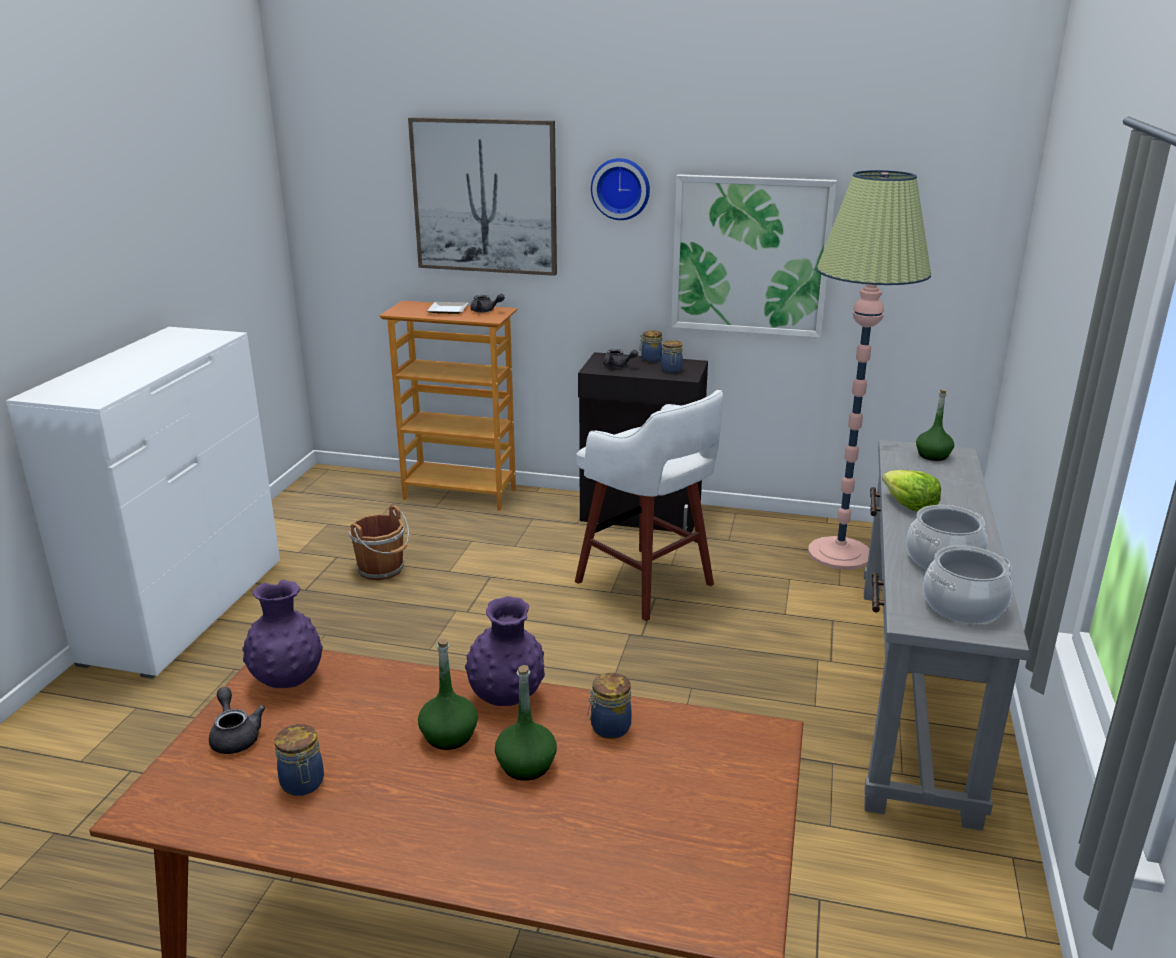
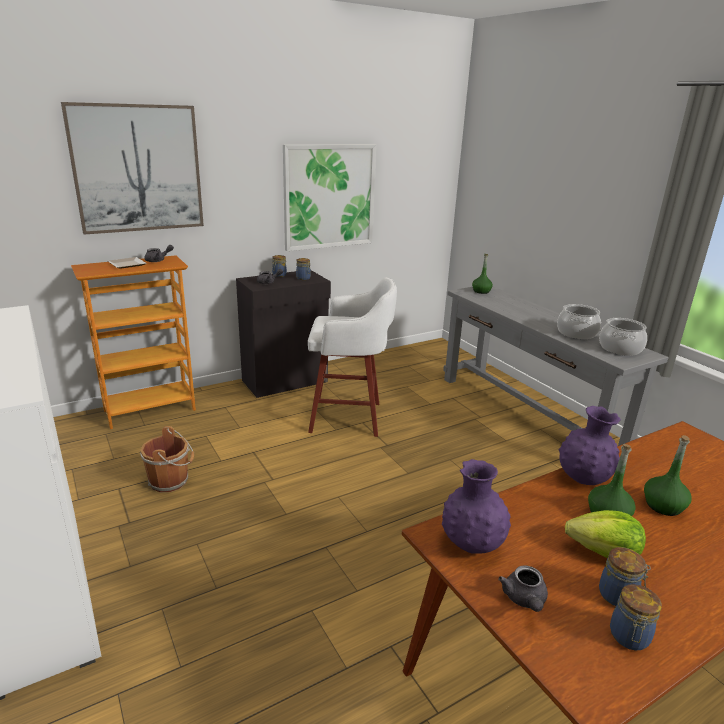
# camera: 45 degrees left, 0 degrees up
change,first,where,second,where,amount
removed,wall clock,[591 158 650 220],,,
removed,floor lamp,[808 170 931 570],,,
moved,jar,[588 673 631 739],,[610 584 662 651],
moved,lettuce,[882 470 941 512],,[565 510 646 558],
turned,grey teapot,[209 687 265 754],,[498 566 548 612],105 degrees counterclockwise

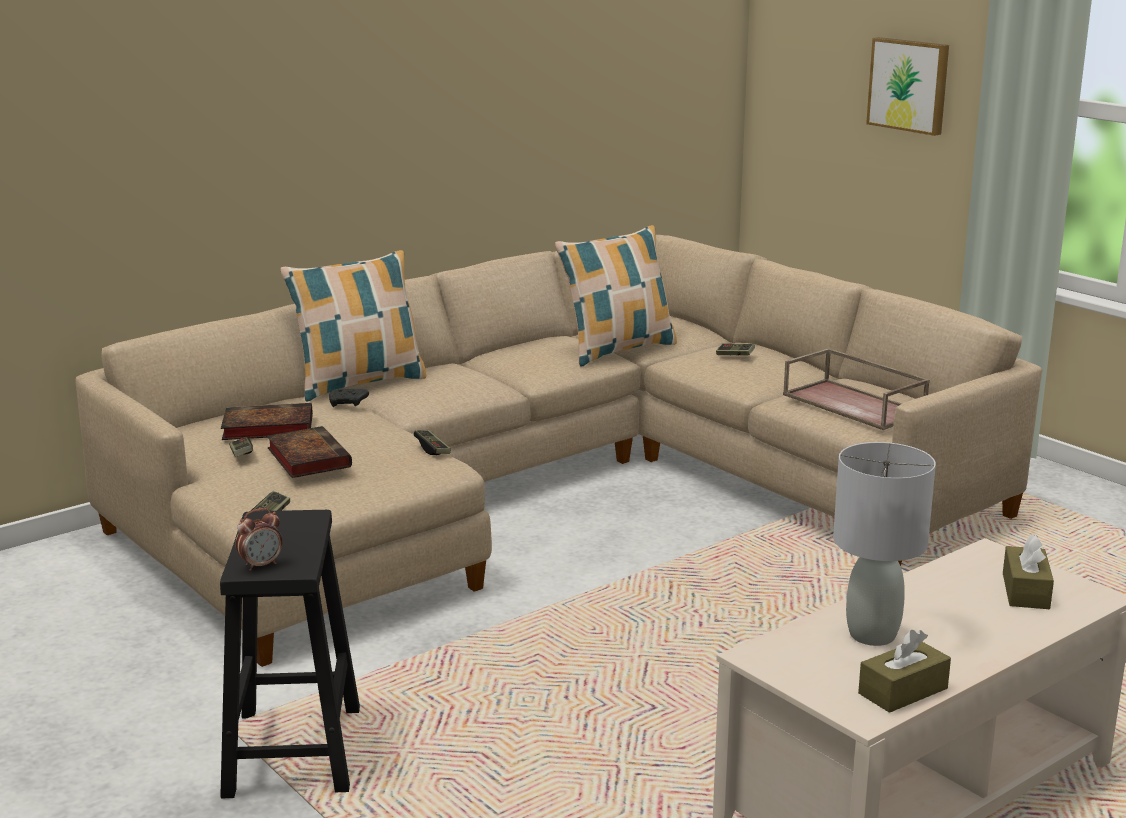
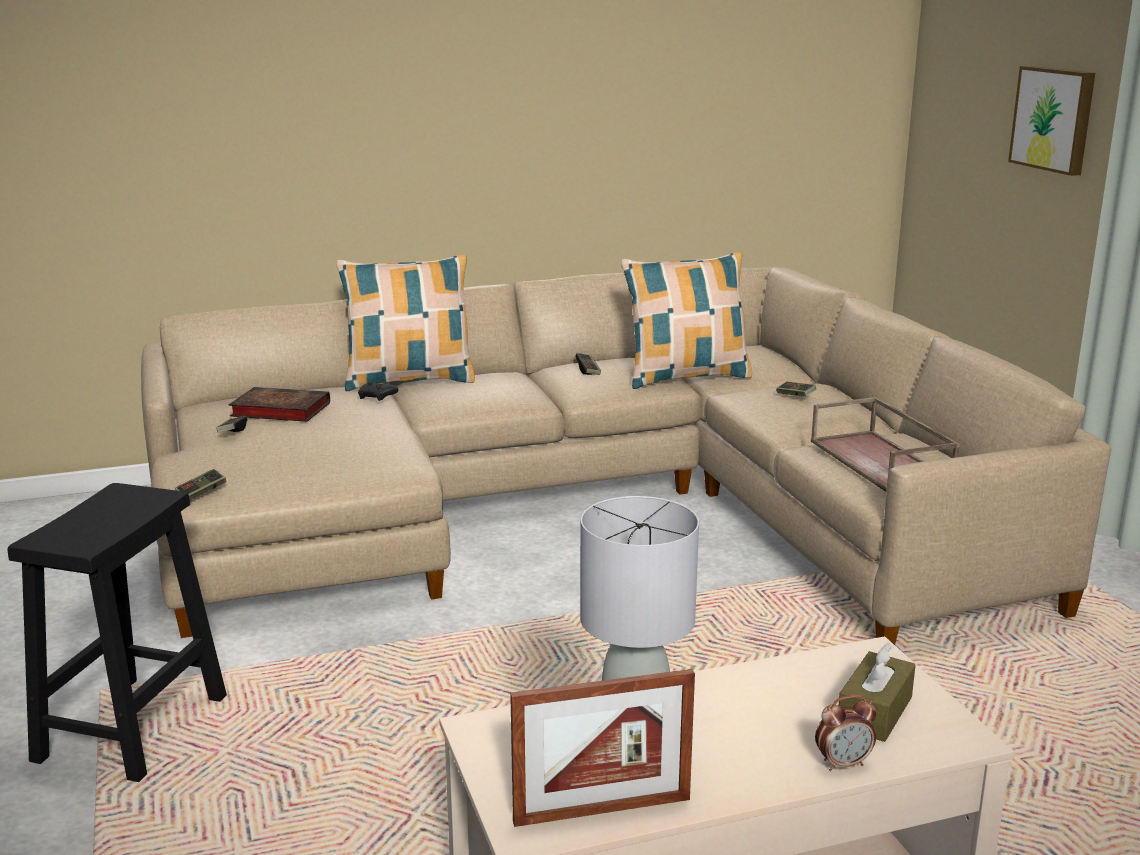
# camera: 20 degrees right, 0 degrees up
change,first,where,second,where,amount
removed,book,[267 426 352 478],,,
moved,alarm clock,[235 508 282 571],,[815 695 876 771],
moved,game controller,[414 430 451 455],,[575 353 601 375],
replaced,brown tissue box,[858 630 951 713],picture frame,[510 669 695 827],

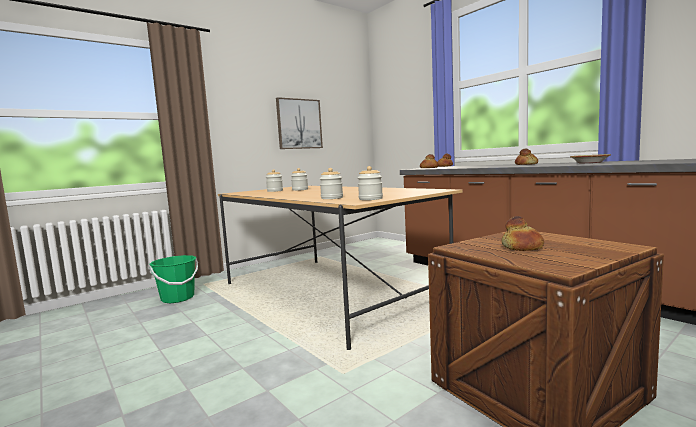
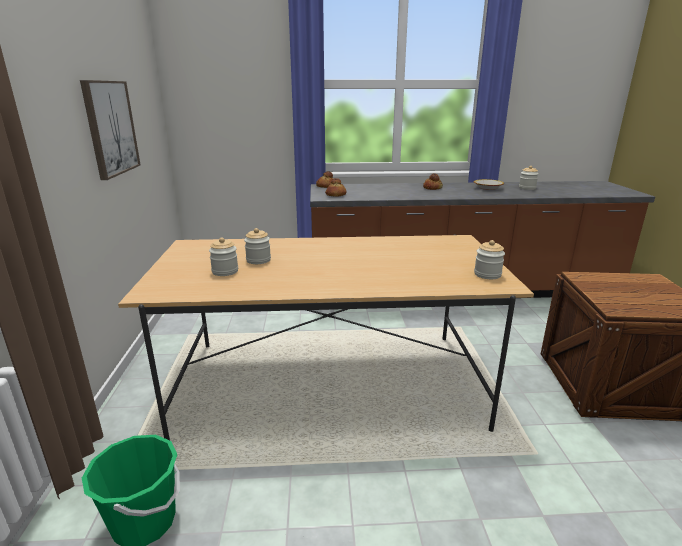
# camera: 55 degrees left, 15 degrees up
change,first,where,second,where,amount
removed,bread,[501 216 544 251],,,
moved,jar,[320 168 343 199],,[519 166 538 190],

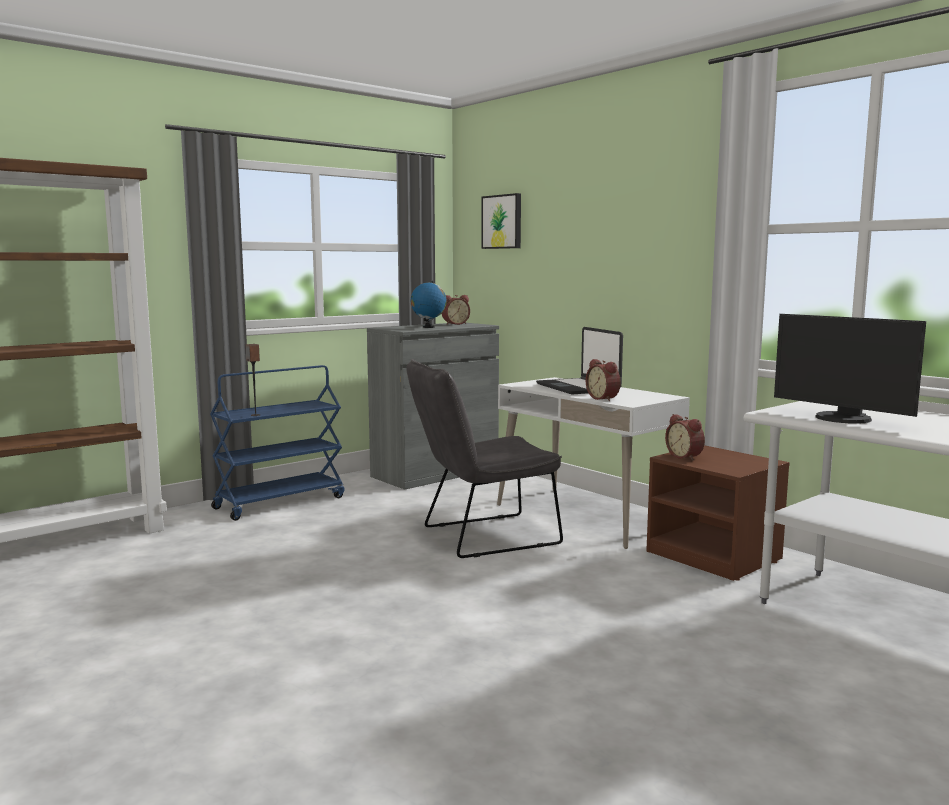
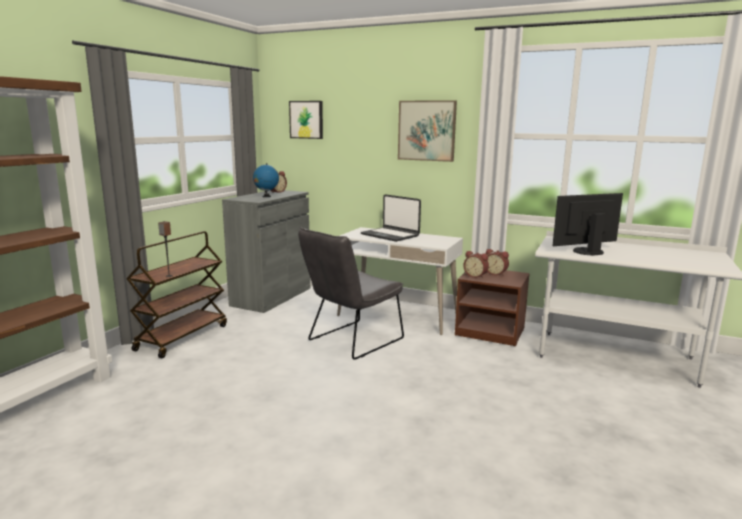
# camera: 25 degrees left, 5 degrees up
change,first,where,second,where,amount
added,,,picture,[398 100 457 162],
moved,alarm clock,[586 359 621 401],,[486 249 509 276],
recoloured,blue cart,[210 365 344 521],brown cart,[126 231 227 358],
turned,monitor,[774 314 926 424],,[553 193 623 256],135 degrees clockwise

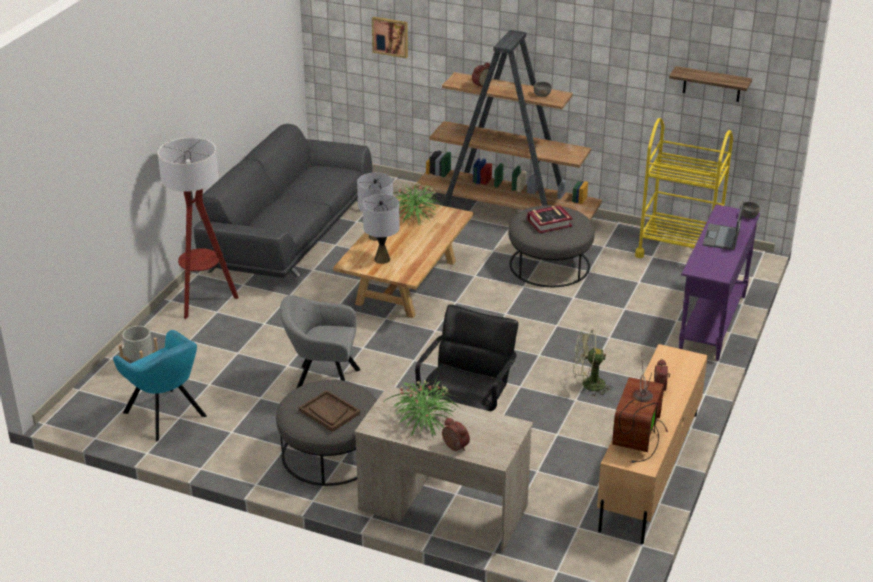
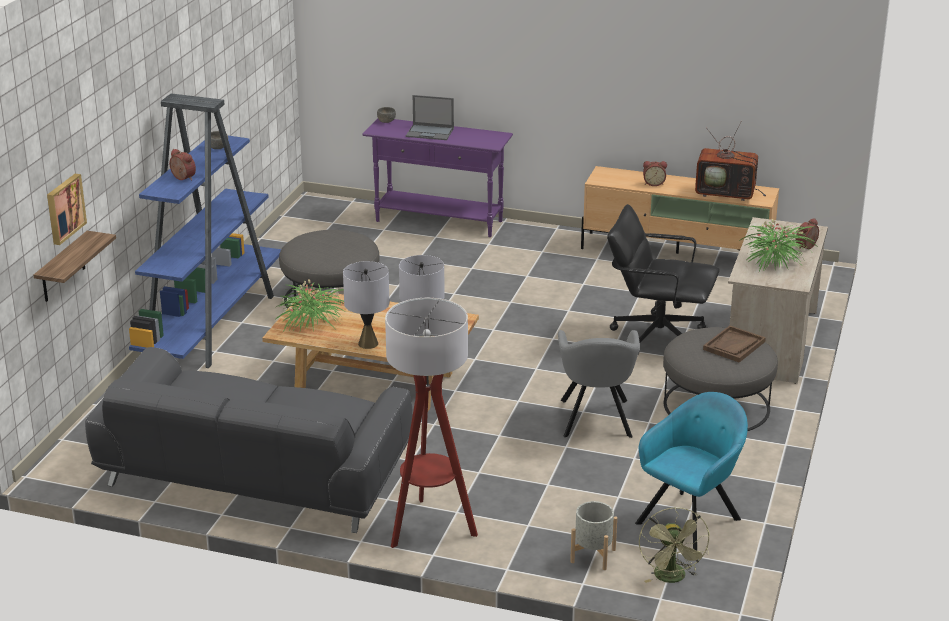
# camera: 95 degrees left, 5 degrees down
change,first,where,second,where,amount
removed,book,[527 205 573 233],,,
removed,yellow cart,[635 118 733 258],,,
moved,green fan,[573 329 613 396],,[639 507 710 583],
moved,shelf,[669 66 752 102],,[34 231 116 302],
recoloured,brown bookcase,[414 30 602 220],blue bookcase,[129 93 281 368],

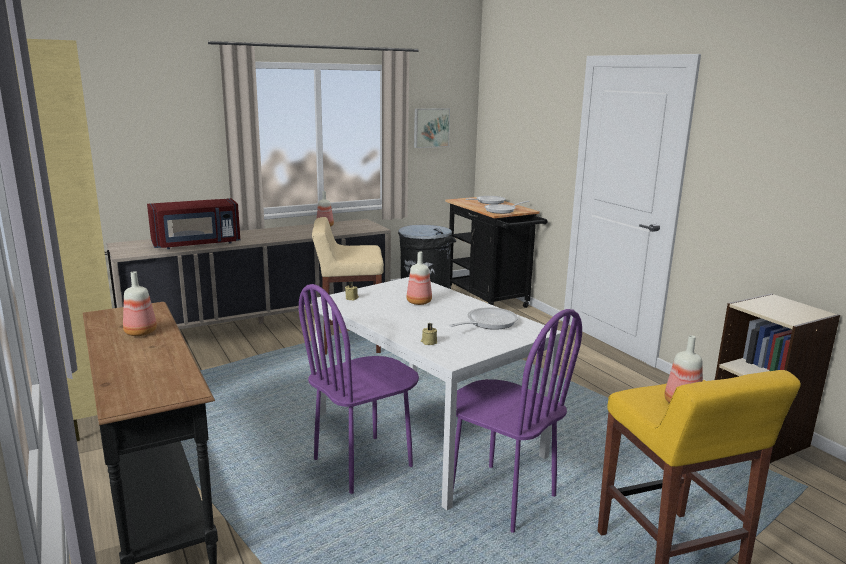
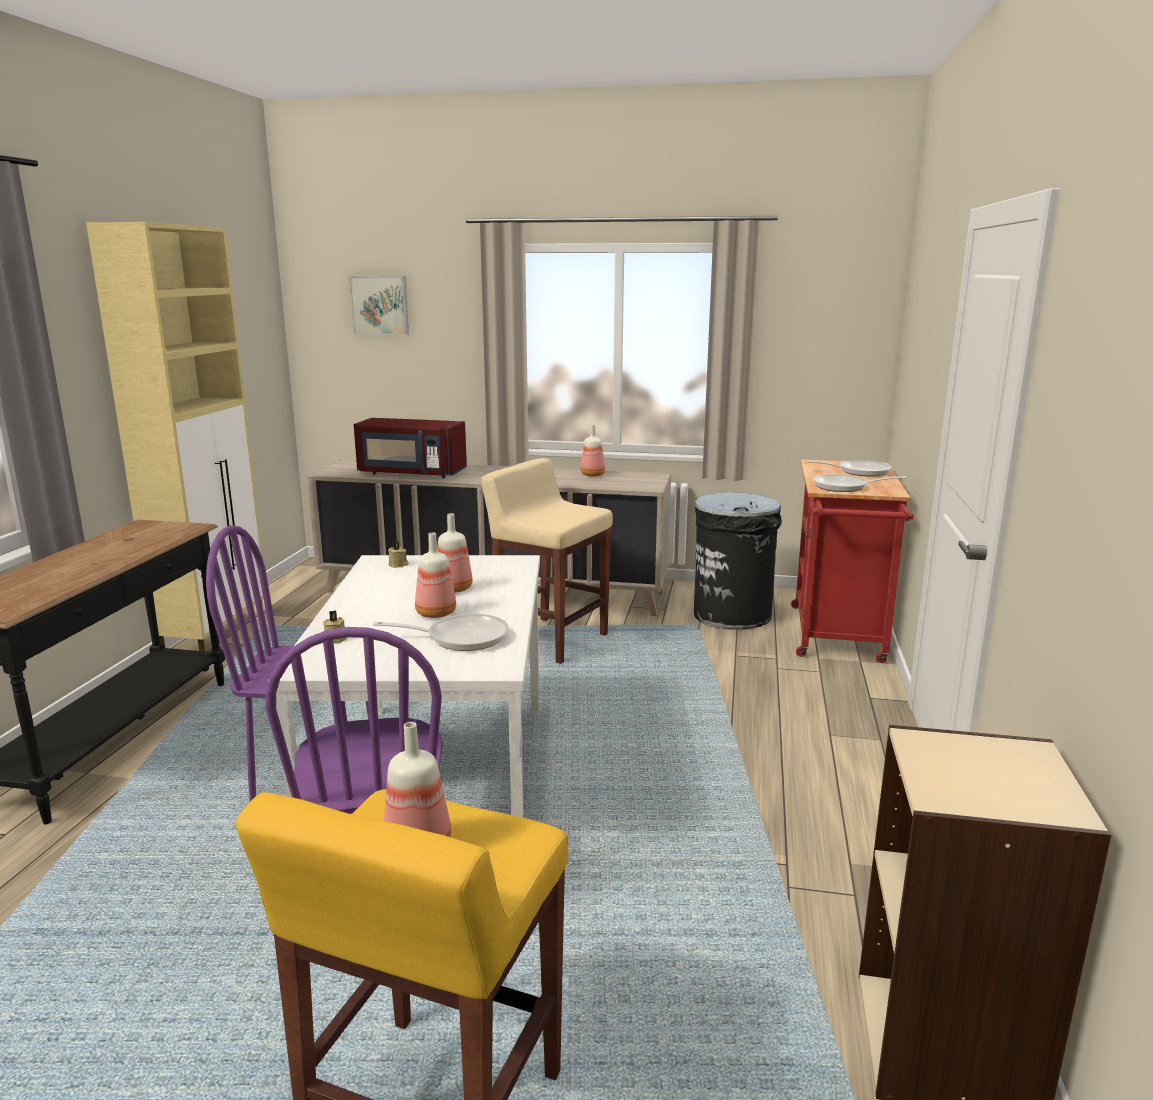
# camera: 40 degrees right, 0 degrees up
change,first,where,second,where,amount
moved,bottle,[123 271 157 336],,[415 532 456 618],
moved,picture,[414 108 450 148],,[349 276 409 335],
recoloured,black cart,[445 197 548 308],red cart,[791 459 913 663],

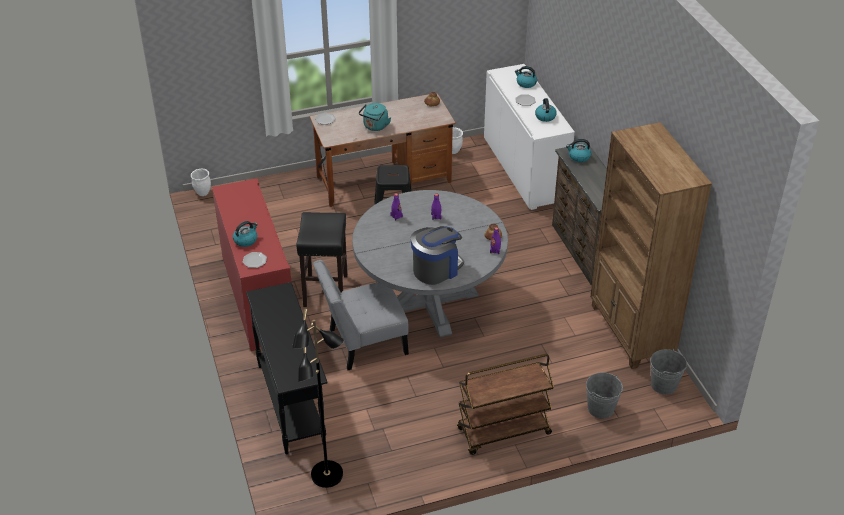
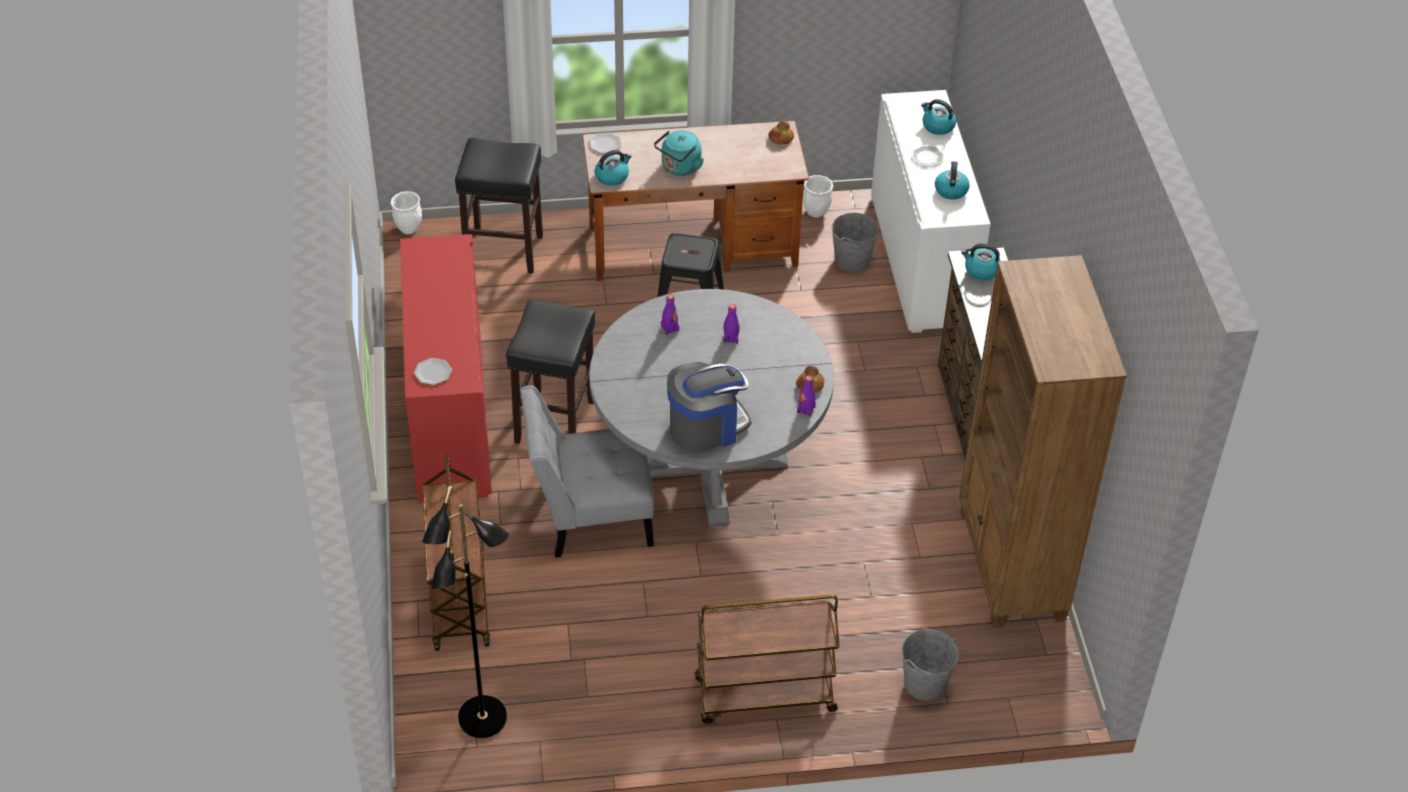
# camera: 10 degrees right, 5 degrees up
change,first,where,second,where,amount
added,,,black stool,[455 138 543 273],
moved,kettle,[233 221 258 247],,[595 150 631 186],
moved,grey bucket,[650 349 687 395],,[832 213 879 272],
replaced,black console table,[246 282 328 454],brown cart,[423 454 490 651],

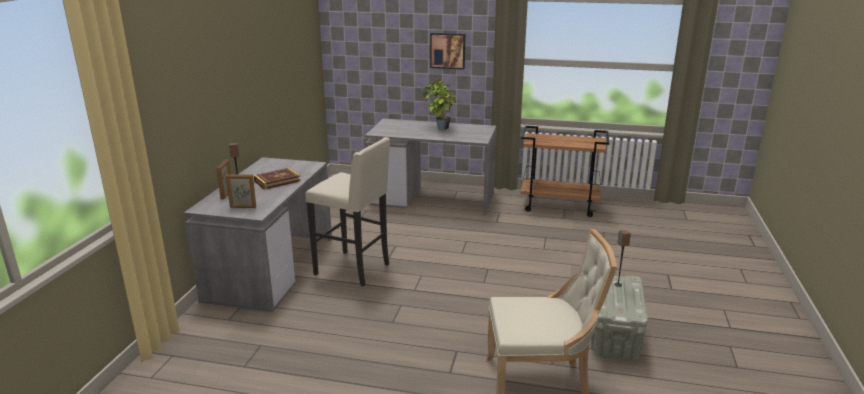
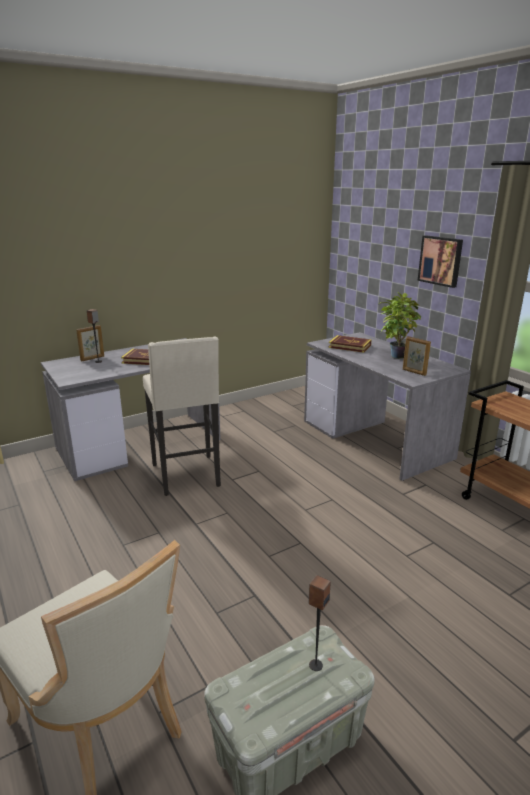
# camera: 45 degrees right, 0 degrees up
change,first,where,second,where,amount
added,,,book,[328 335 371 353],
moved,picture frame,[226 174 256 208],,[403 336 431 376],

